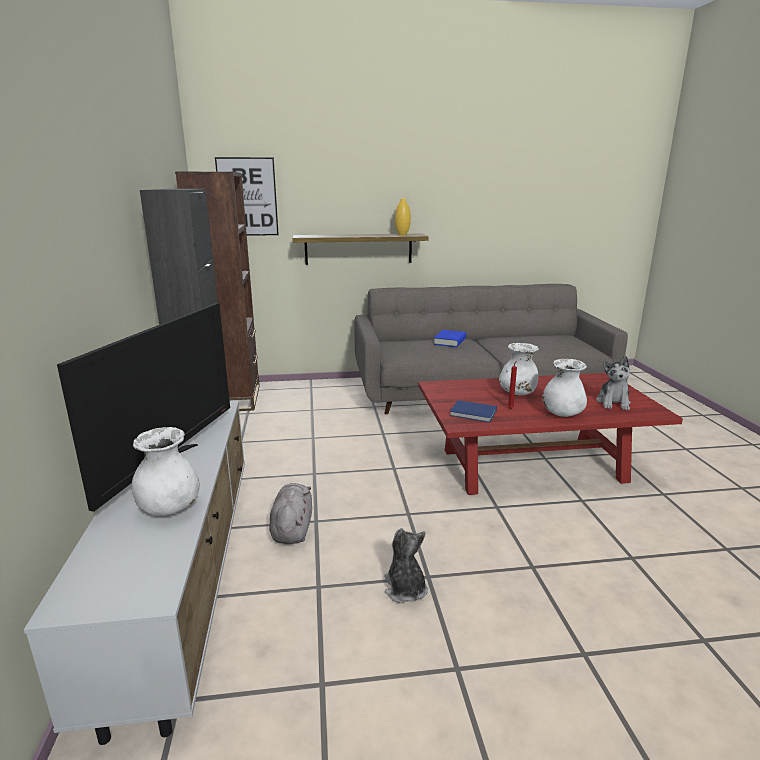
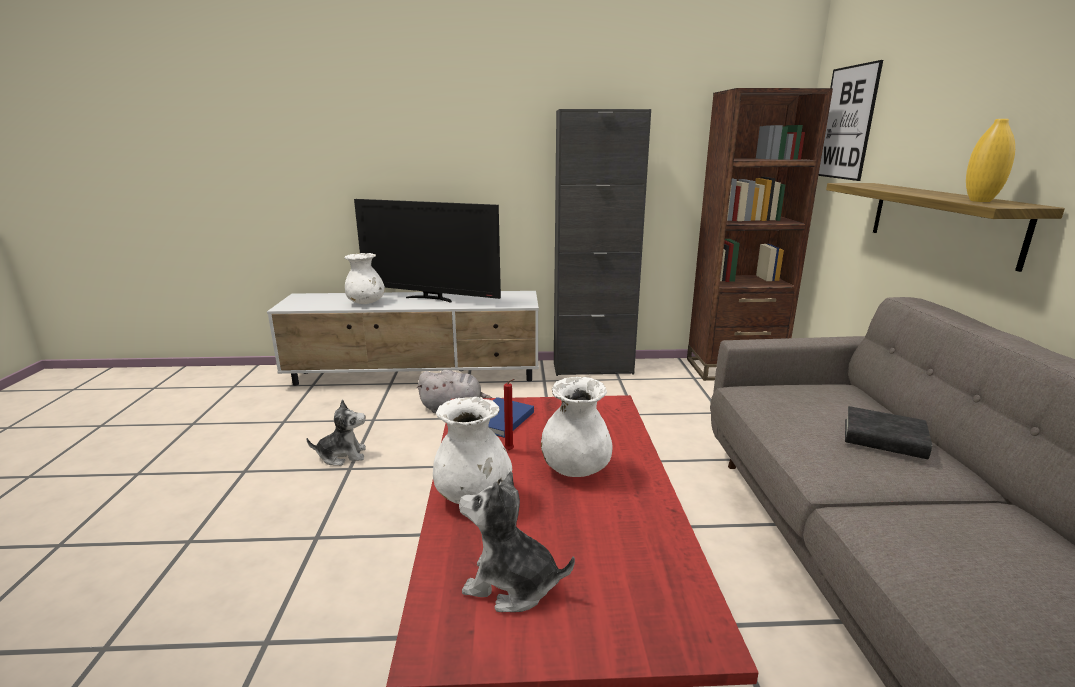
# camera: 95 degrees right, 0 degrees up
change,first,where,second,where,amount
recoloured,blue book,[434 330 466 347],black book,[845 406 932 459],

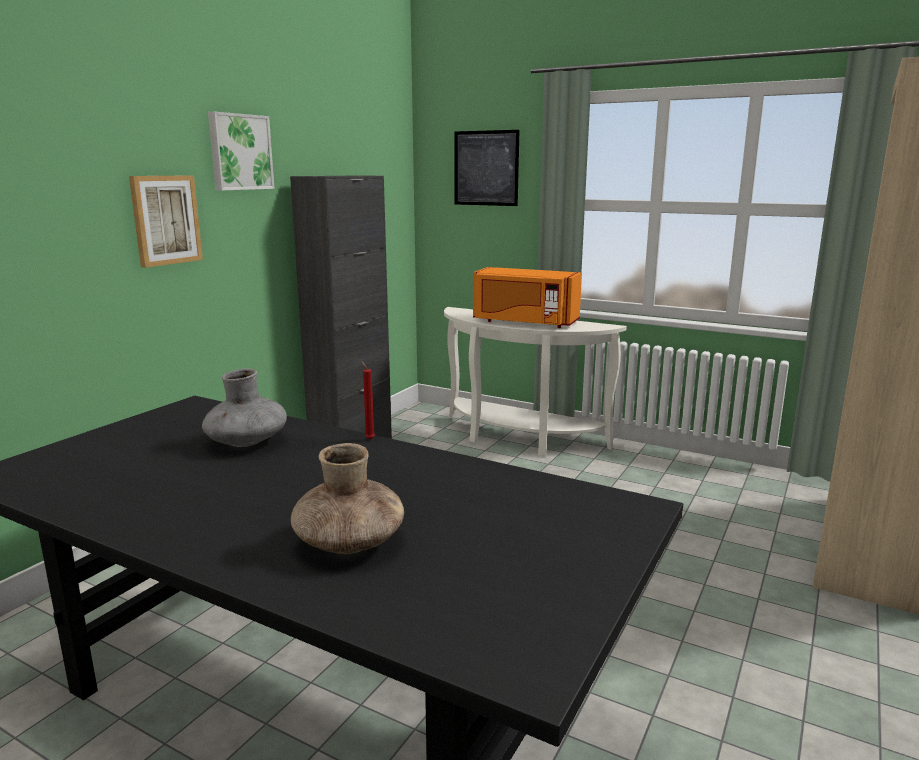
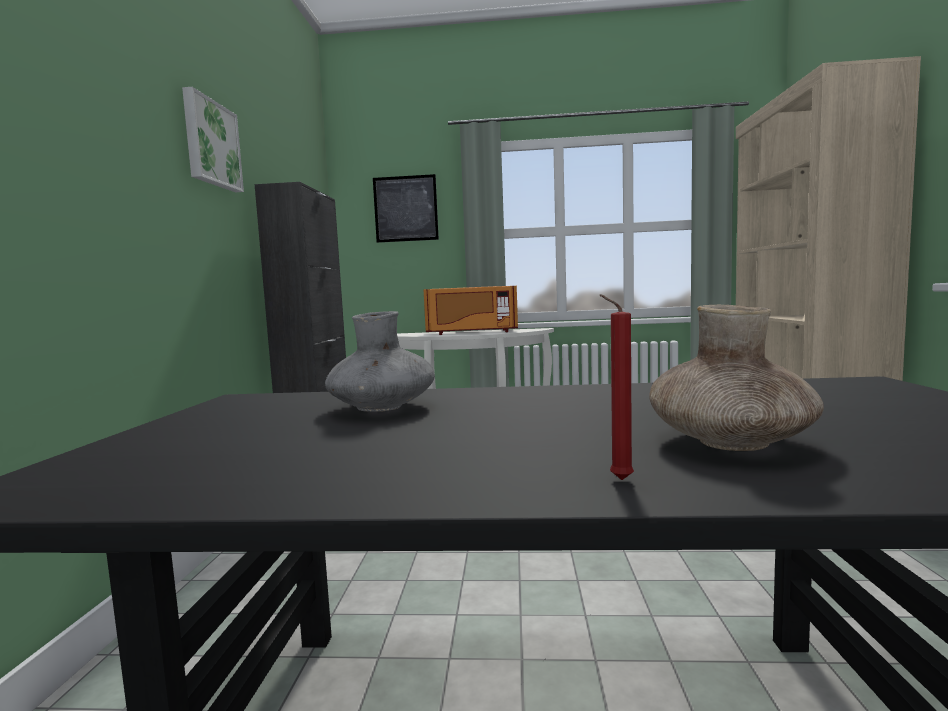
# camera: 25 degrees left, 10 degrees down
change,first,where,second,where,amount
removed,picture,[129 175 203 268],,,
moved,red candle,[361 361 375 439],,[600 294 634 480],

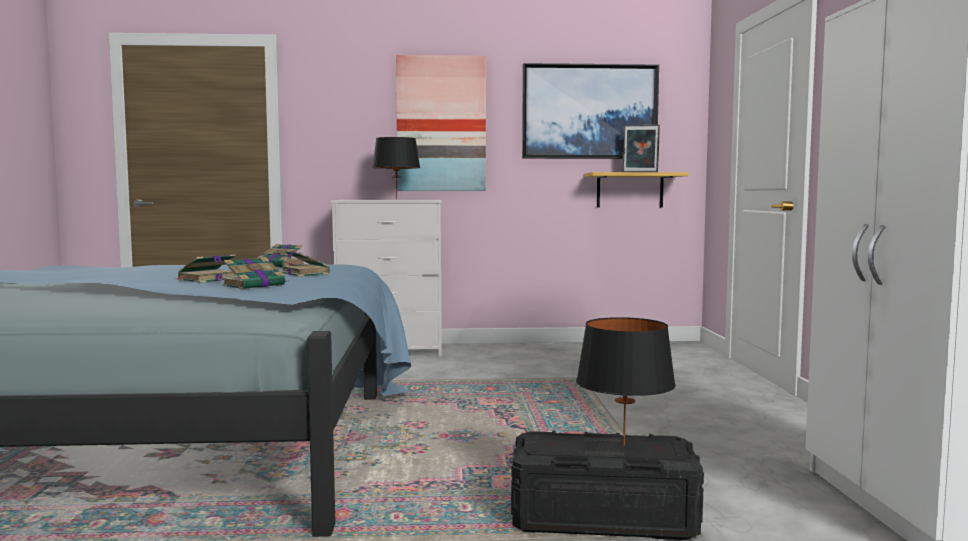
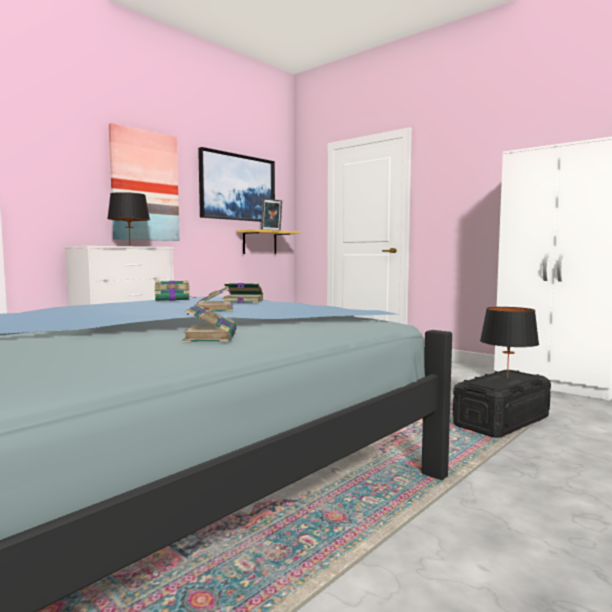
# camera: 45 degrees left, 0 degrees up
change,first,where,second,where,amount
moved,book,[223 257 286 289],,[182 304 236 342],

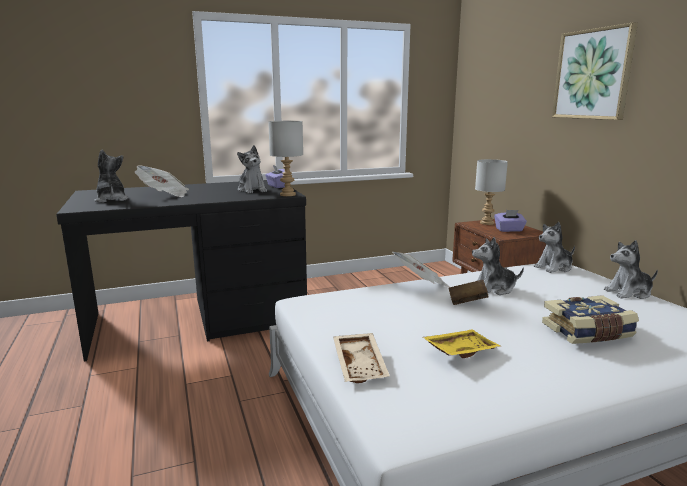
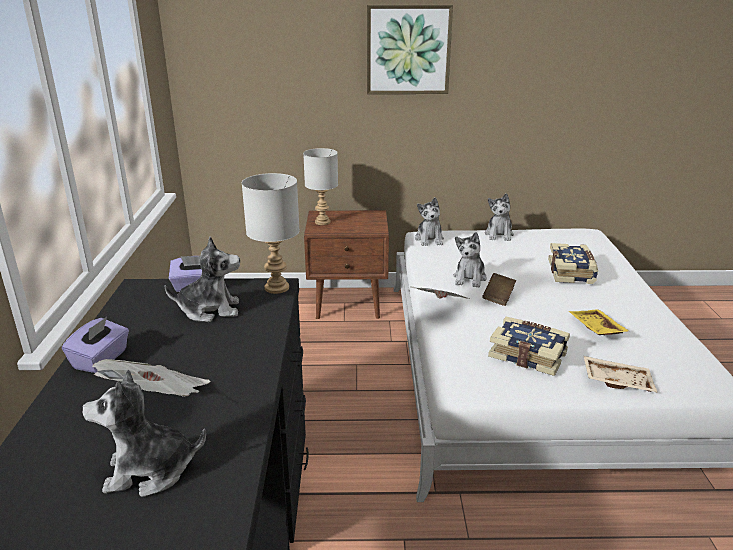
# camera: 70 degrees left, 10 degrees up
change,first,where,second,where,amount
added,,,book,[488 317 570 376],
moved,purple tissue box,[494 210 527 232],,[62 317 129 373],

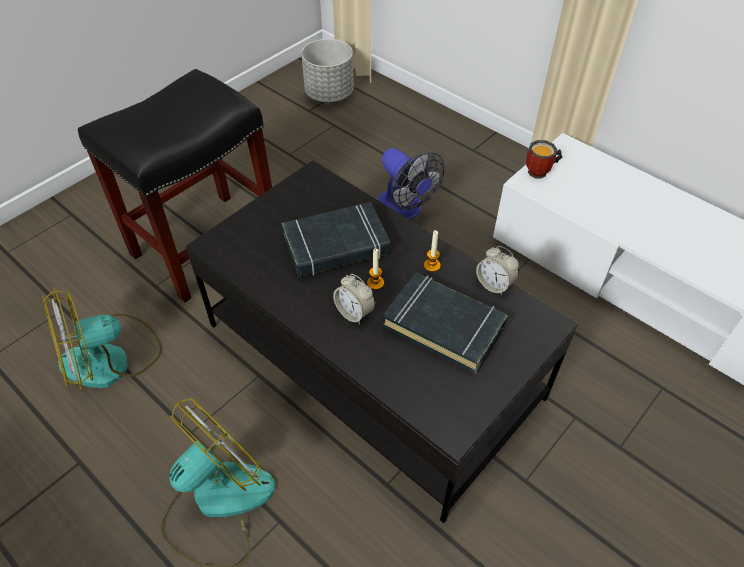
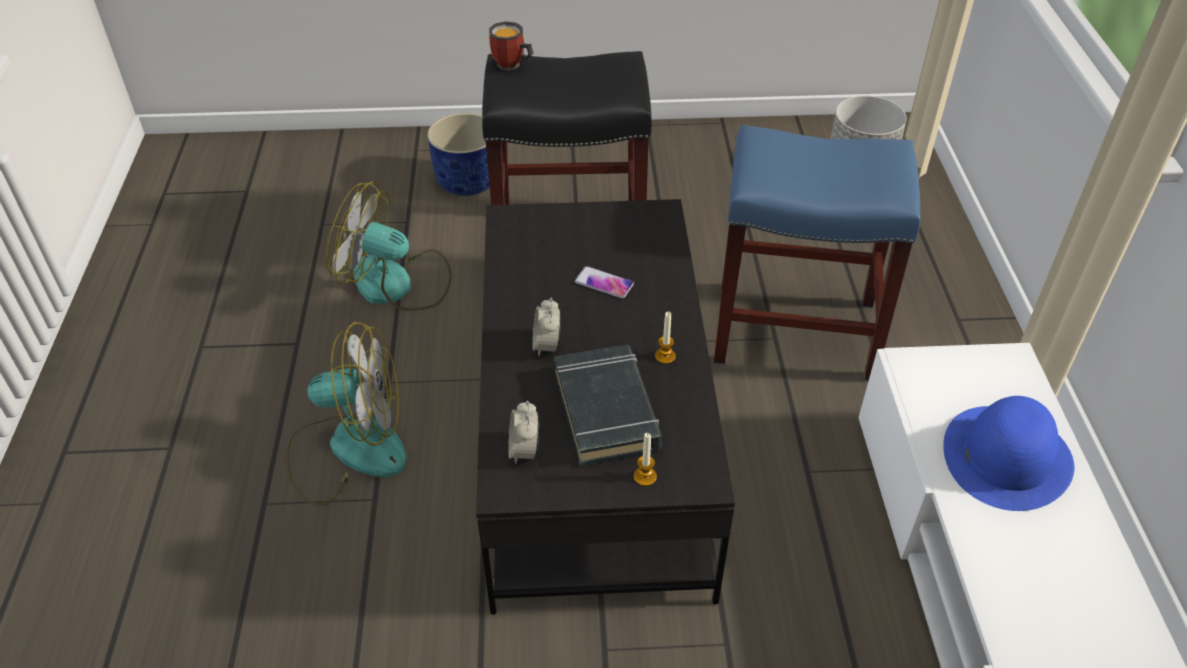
# camera: 45 degrees right, 5 degrees down
change,first,where,second,where,amount
added,,,blue planter,[427 113 490 196],
added,,,blue hat,[943 396 1074 511],
moved,candle,[367 249 384 290],,[634 433 657 486],
moved,alarm clock,[476 246 519 295],,[508 401 539 465],
moved,mug,[526 140 563 179],,[489 21 534 70],
replaced,black book,[282 202 390 277],phone,[574 266 634 298],
replaced,fan,[377 148 444 220],blue stool,[714 125 920 381],

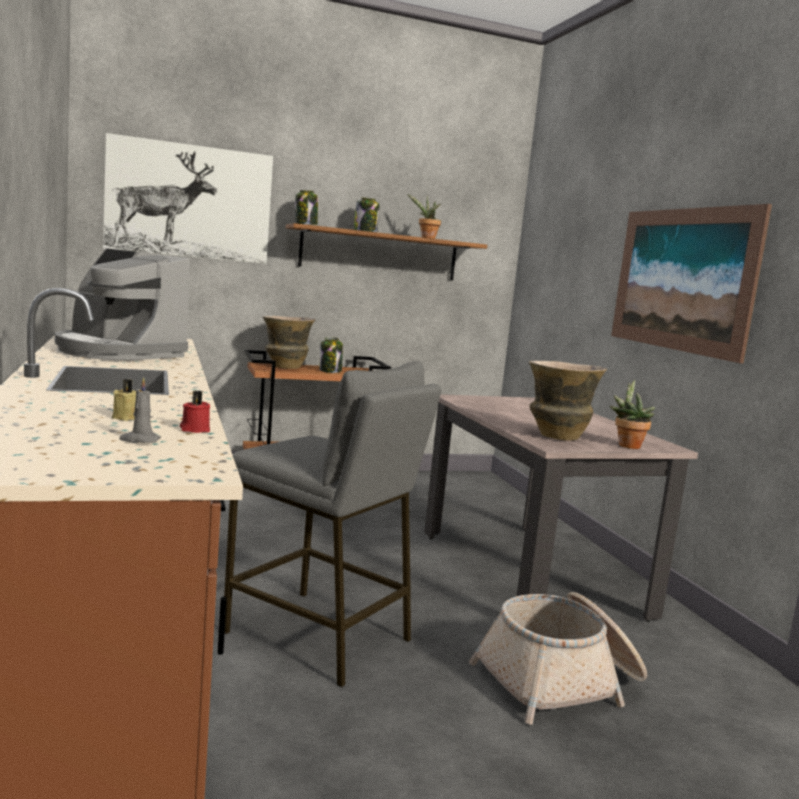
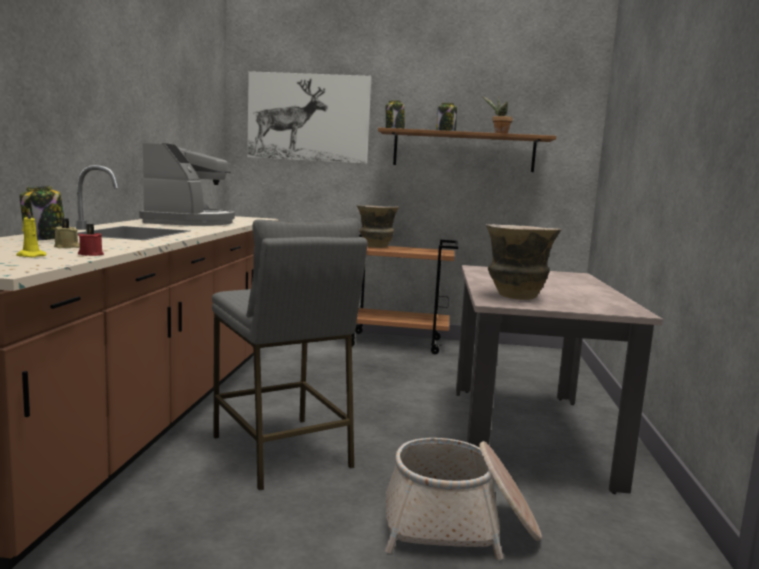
# camera: 25 degrees right, 0 degrees up
change,first,where,second,where,amount
removed,potted plant,[610 380 655 449],,,
removed,picture,[611 204 772 363],,,
moved,jar,[320 337 343 373],,[20 186 64 240],
recoloured,grey candle,[120 377 161 443],yellow candle,[16 209 47 257],
turned,coffee machine,[55 248 190 360],,[139 143 235 226],150 degrees counterclockwise

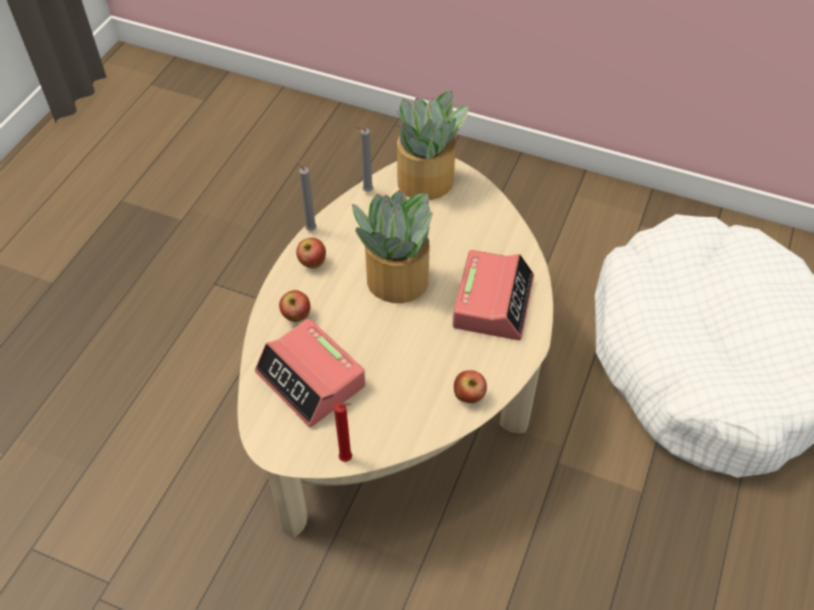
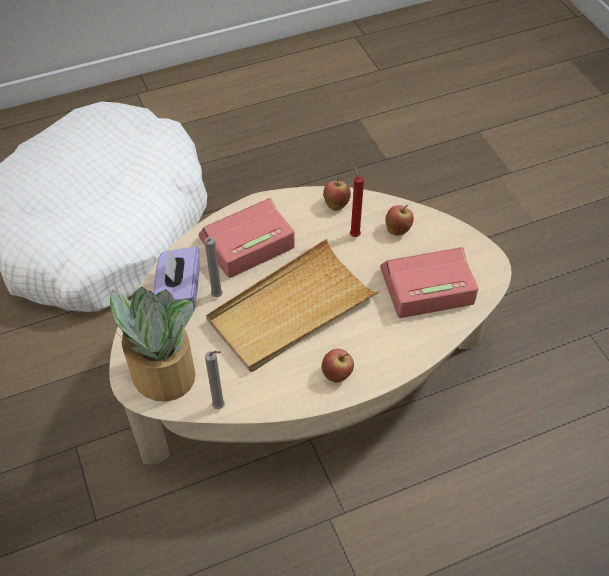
# camera: 135 degrees left, 0 degrees up
change,first,where,second,where,amount
added,,,purple tissue box,[153 246 200 312],
moved,apple,[279 290 311 322],,[386 205 414 236],
moved,grey candle,[297 158 317 231],,[205 237 223 297],
moved,red candle,[334 402 352 462],,[350 166 364 237],
replaced,potted plant,[352 190 433 303],beige tray,[206 239 379 372],
turned,alarm clock,[255 319 366 427],,[380 247 478 318],105 degrees counterclockwise

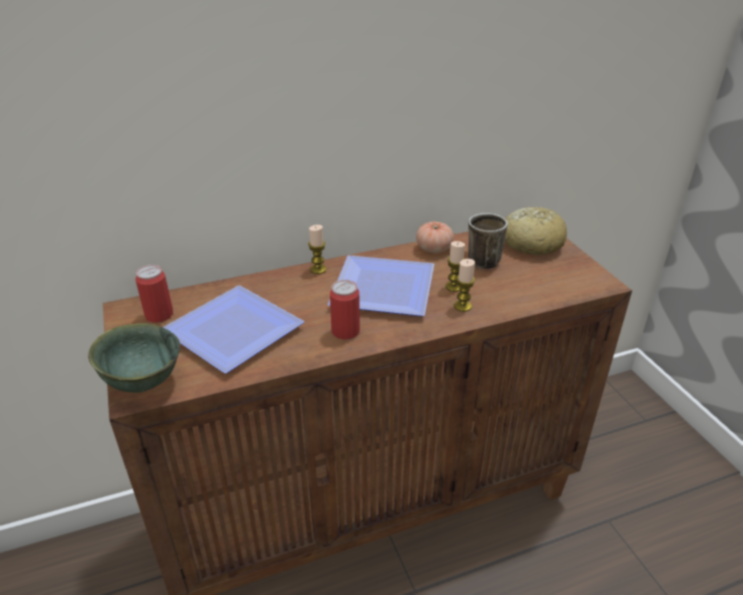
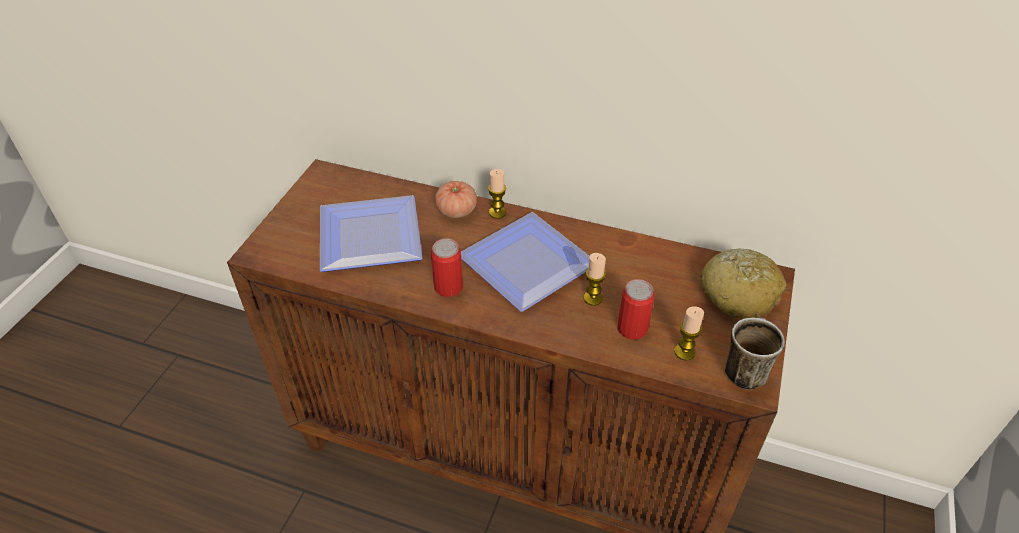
# camera: 40 degrees right, 10 degrees up
change,first,where,second,where,amount
removed,green bowl,[88 323 180 393],,,
moved,can,[135 265 173 323],,[617 279 654 340],
moved,tomato,[416 222 454 253],,[435 181 477 218],
moved,candle,[454 259 475 312],,[674 306 704 360],
moved,mug,[468 213 508 269],,[725 317 785 389],

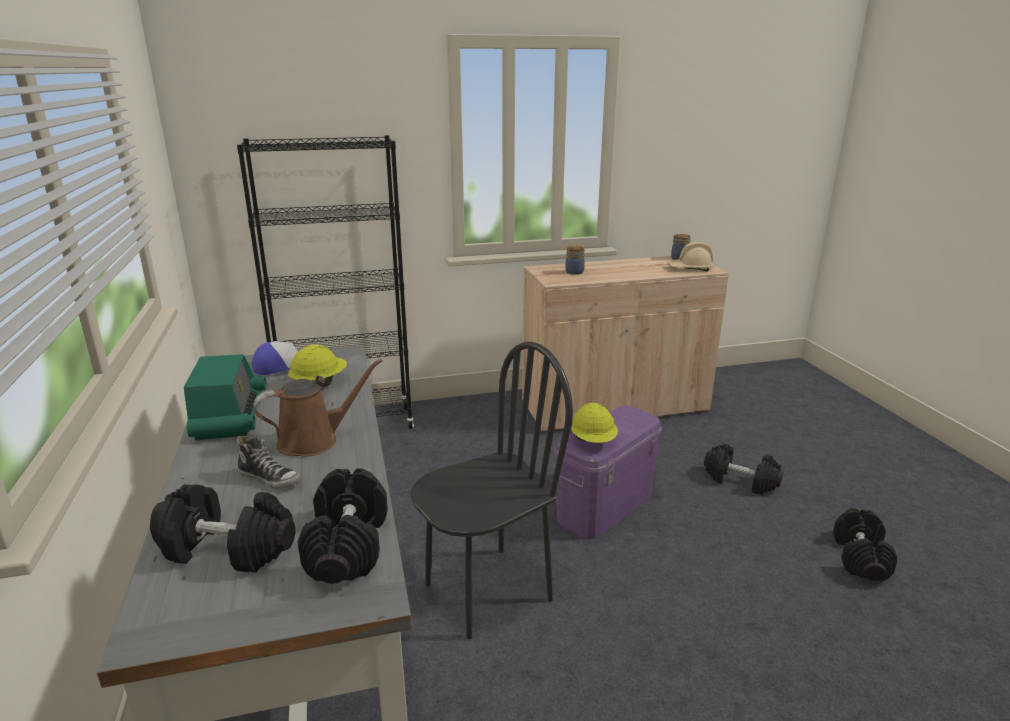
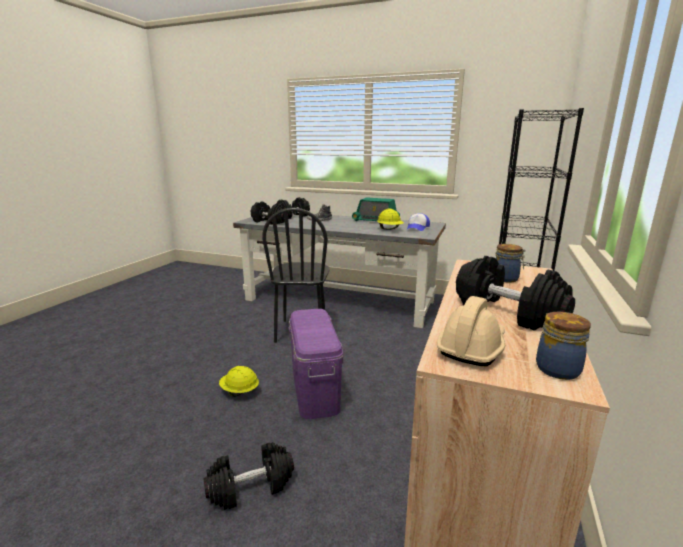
# camera: 125 degrees right, 5 degrees down
change,first,where,second,where,amount
removed,brown watering can,[253 359 382 457],,,
moved,yellow hard hat,[571 403 618 443],,[219 366 259 397],
moved,black dumbbell,[833 508 897 581],,[456 256 575 331],

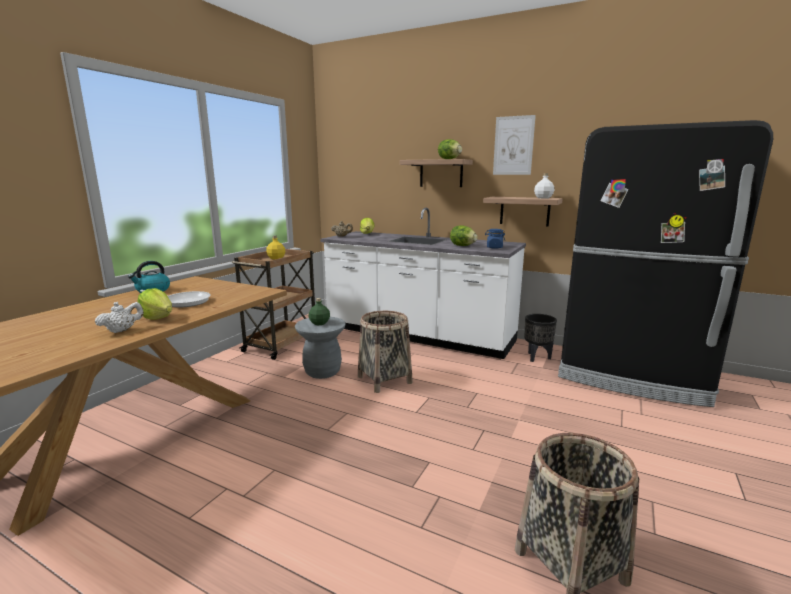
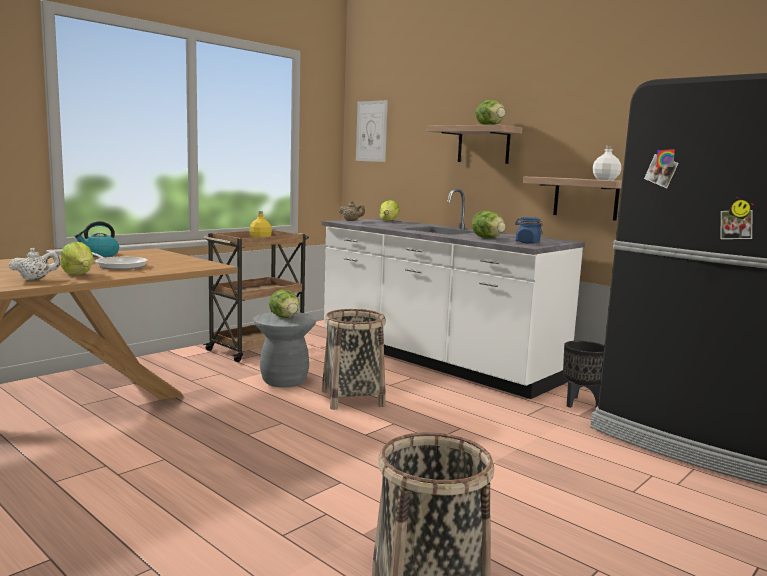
# camera: 15 degrees right, 5 degrees down
change,first,where,second,where,amount
moved,picture,[493 115 536 175],,[356 100 388 162],
replaced,green bottle,[308 298 330 325],lettuce,[269 289 300 318],

